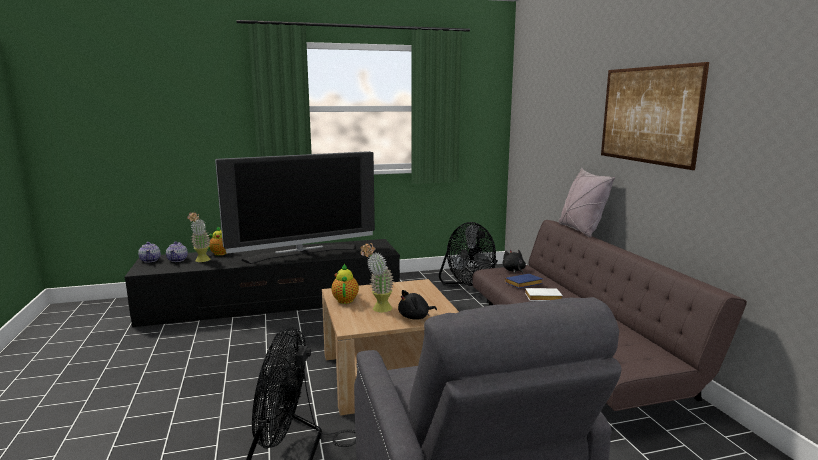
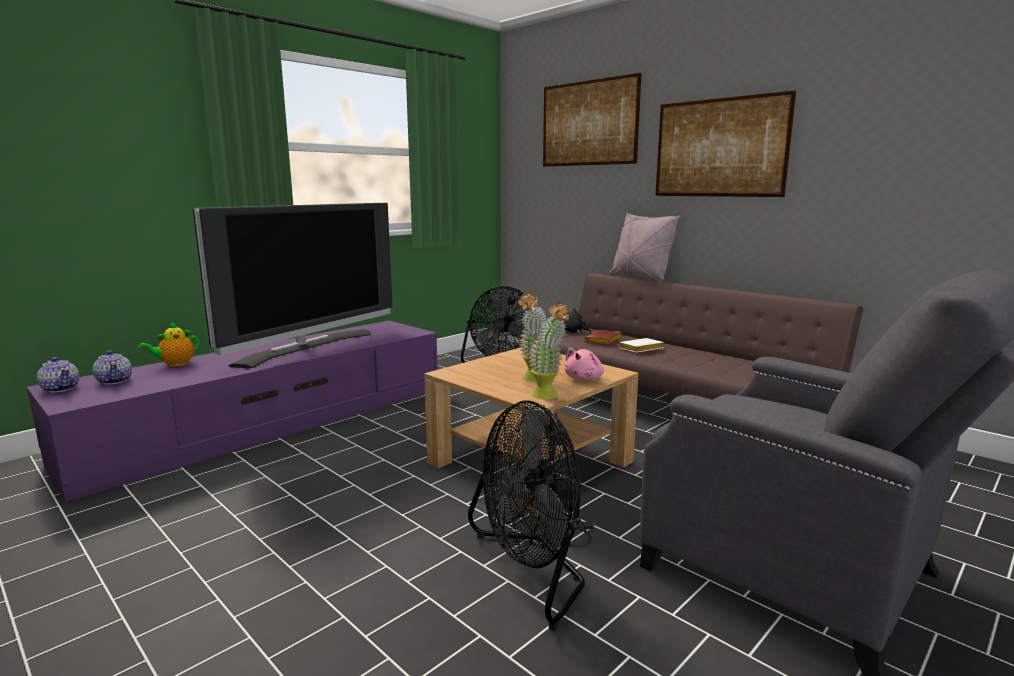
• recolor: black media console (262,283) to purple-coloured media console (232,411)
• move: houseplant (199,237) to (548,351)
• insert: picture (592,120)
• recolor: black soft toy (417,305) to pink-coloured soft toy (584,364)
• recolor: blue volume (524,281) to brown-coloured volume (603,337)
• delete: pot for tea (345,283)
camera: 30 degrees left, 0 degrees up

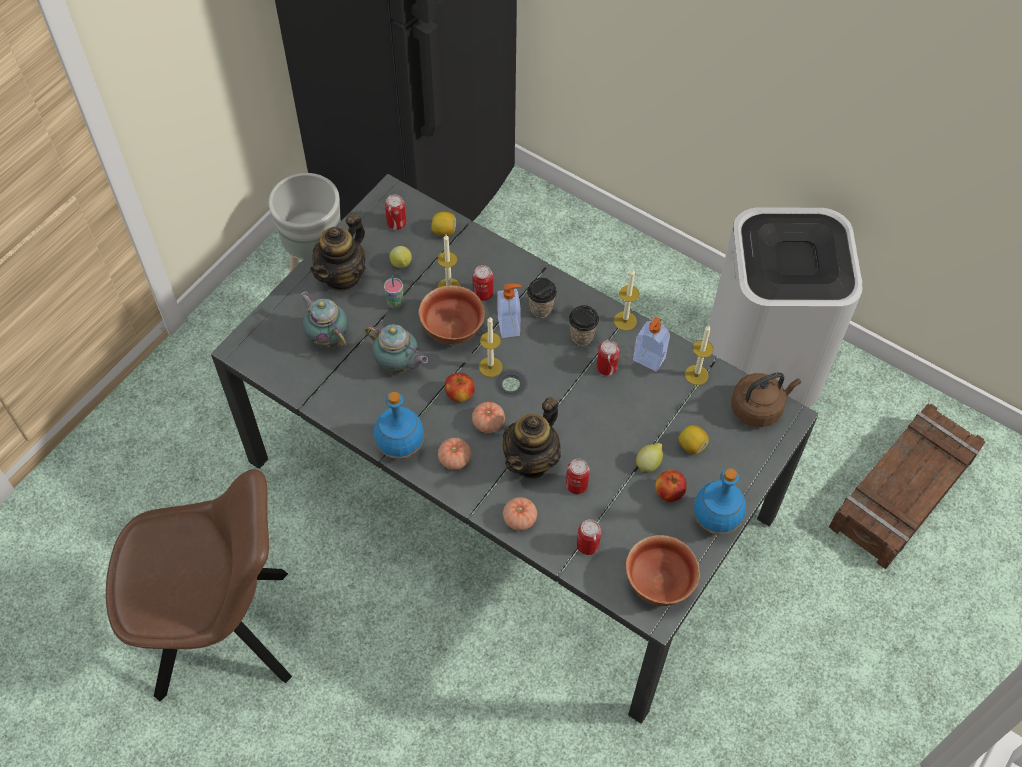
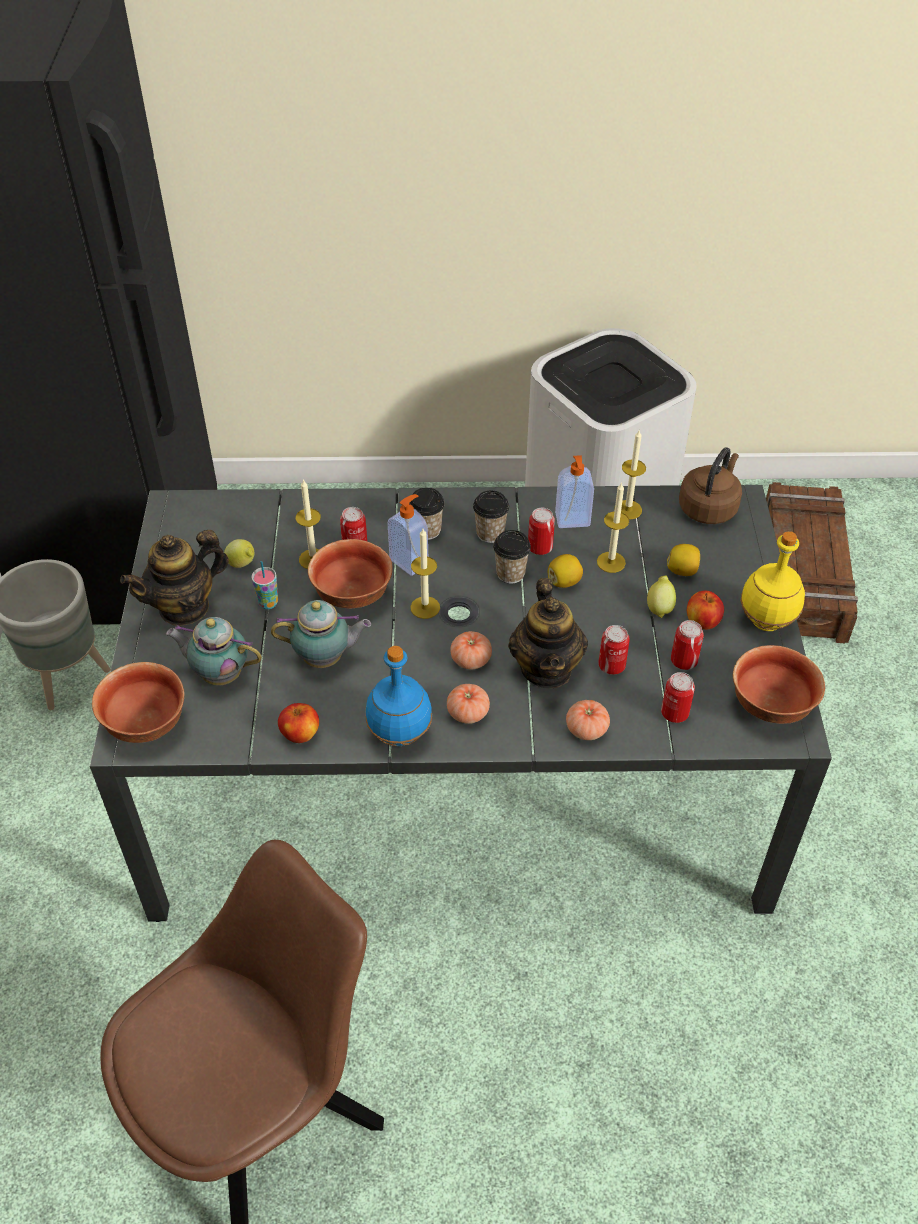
• insert: serving bowl (138,702)
• rotate: pot for tea (338,252) = (174,578) 60 degrees clockwise
• move: apple fruit (460,387) to (298,723)
• insert: drinking cup (512,557)
• move: whole lemon (443,224) to (565,571)
• move: candle (626,300) to (613,527)
• move: metal can (396,212) to (687,645)
• recolor: blue drink bottle (719,501) to yellowish drink bottle (772,581)
camera: 35 degrees left, 10 degrees down

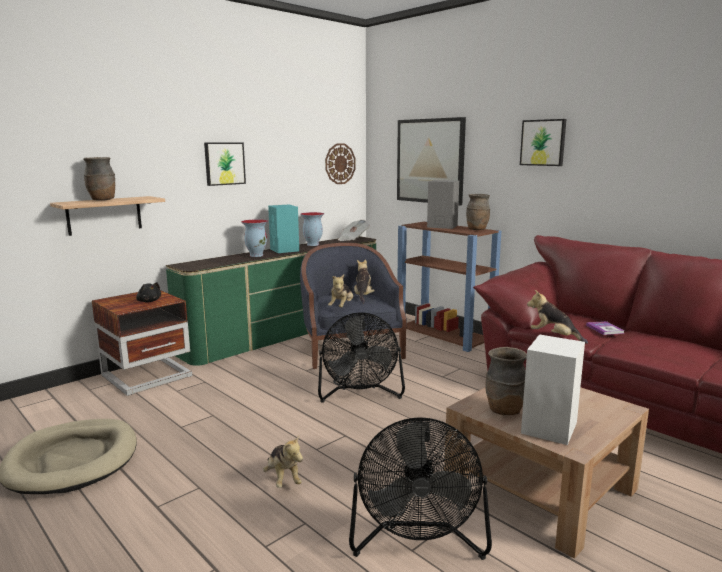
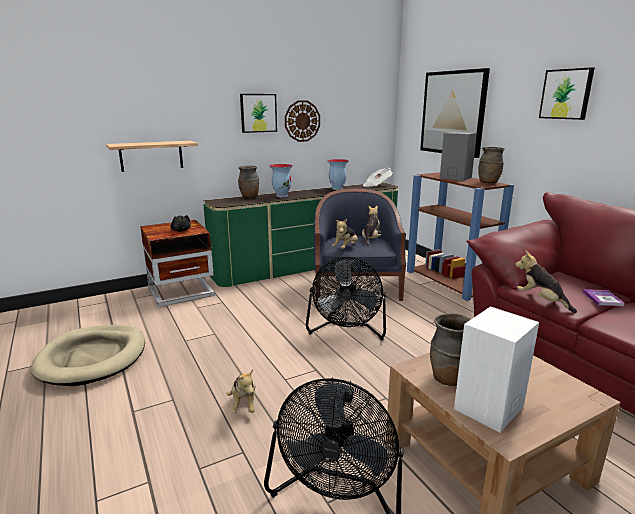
• move: brown-coloured vase (99,179) to (248,181)
• move: hanging clock (340,163) to (302,121)
• delete: turquoise loudspeaker (283,229)
camera: 15 degrees right, 5 degrees up

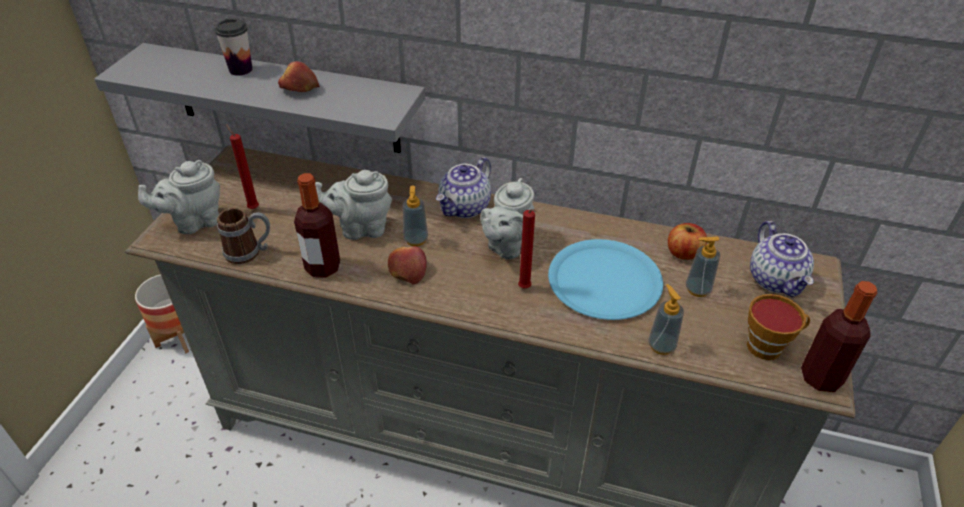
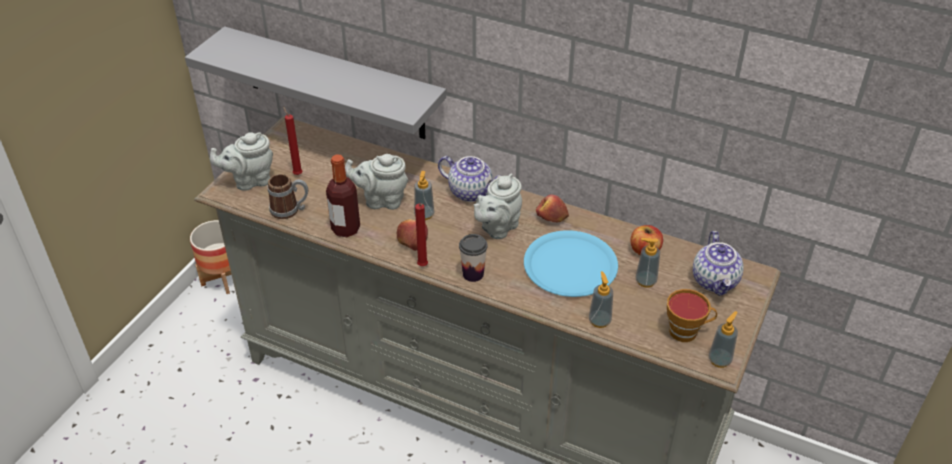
• move: red-coloured candle (527,248) to (421,234)
• rotate: pot for tea (463,187) = (469,179) 105 degrees counterclockwise
• move: drinking cup (233,47) to (473,258)
• move: apple fruit (299,76) to (552,208)
• replace: drink bottle (839,336) to soap bottle (723,339)
camera: 10 degrees right, 0 degrees up

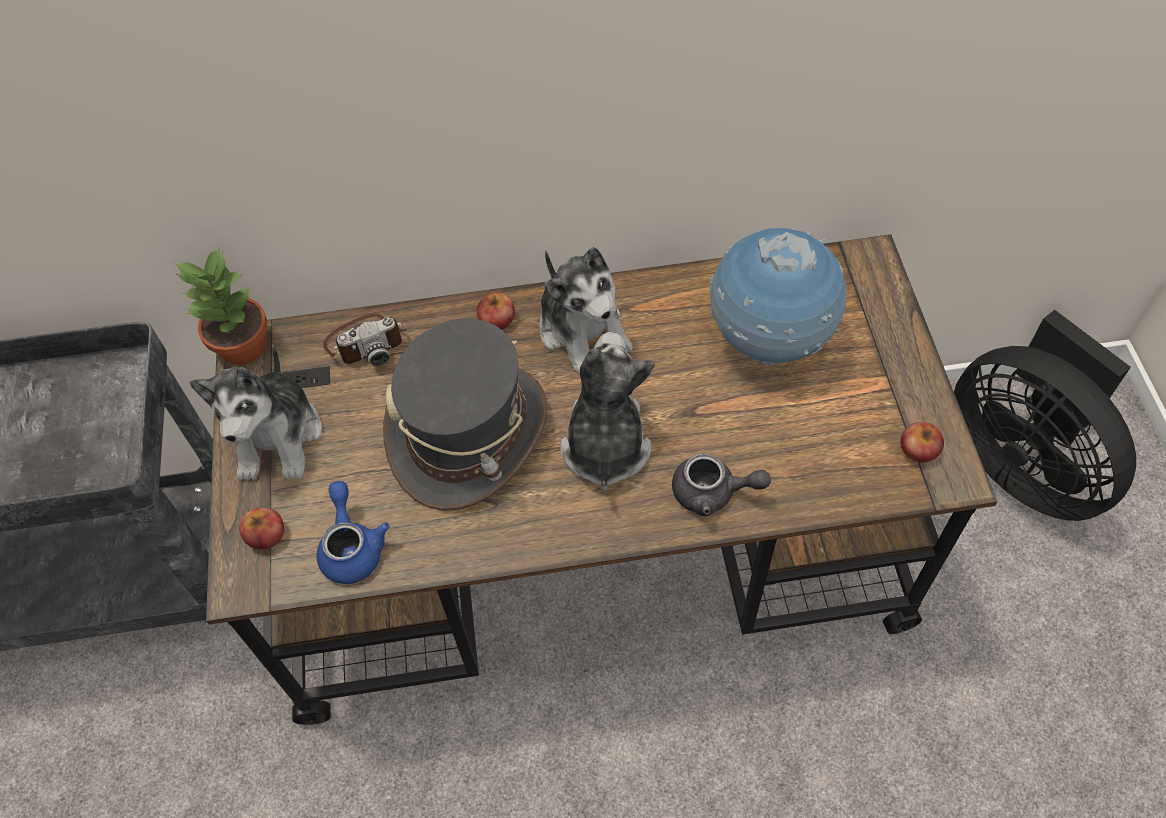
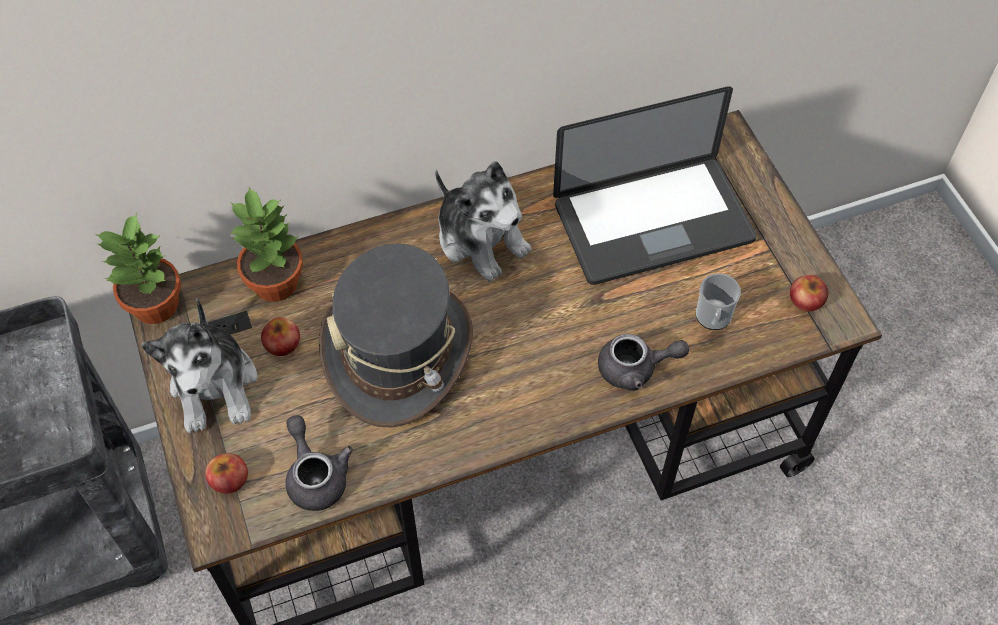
• replace: still camera (364,340) to houseplant (266,244)
• move: apple fruit (496,311) to (280,336)
• recolor: blue pot for tea (353,532) to gray pot for tea (319,463)
• replace: globe (777,297) to laptop (655,185)
• insert: tea mug (718,301)
• delete: soft toy (607,411)
• delete: black electric fan (1045,415)
camera: 15 degrees left, 0 degrees up

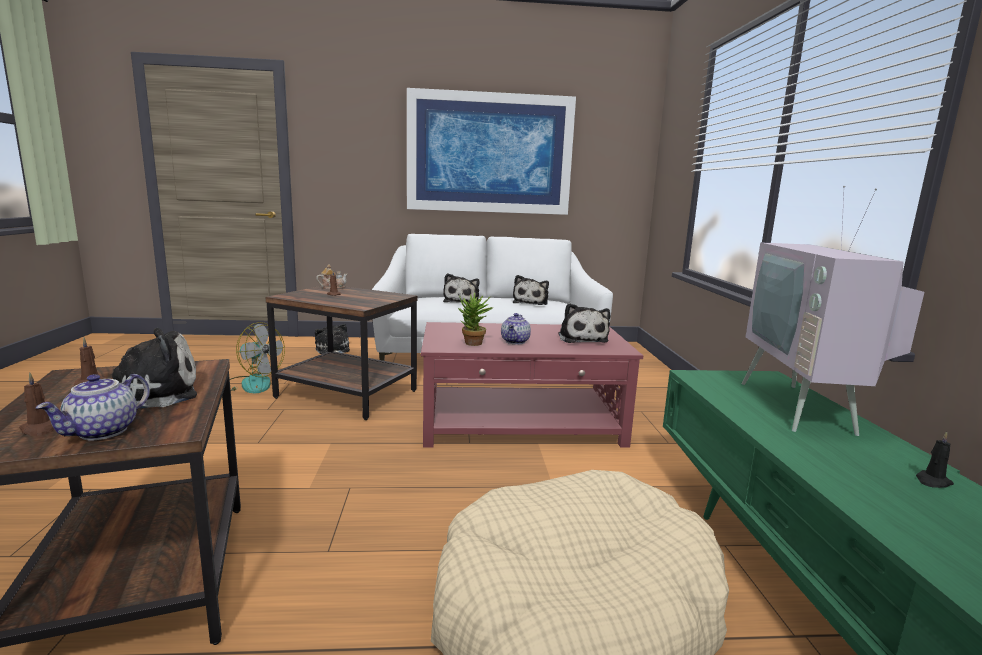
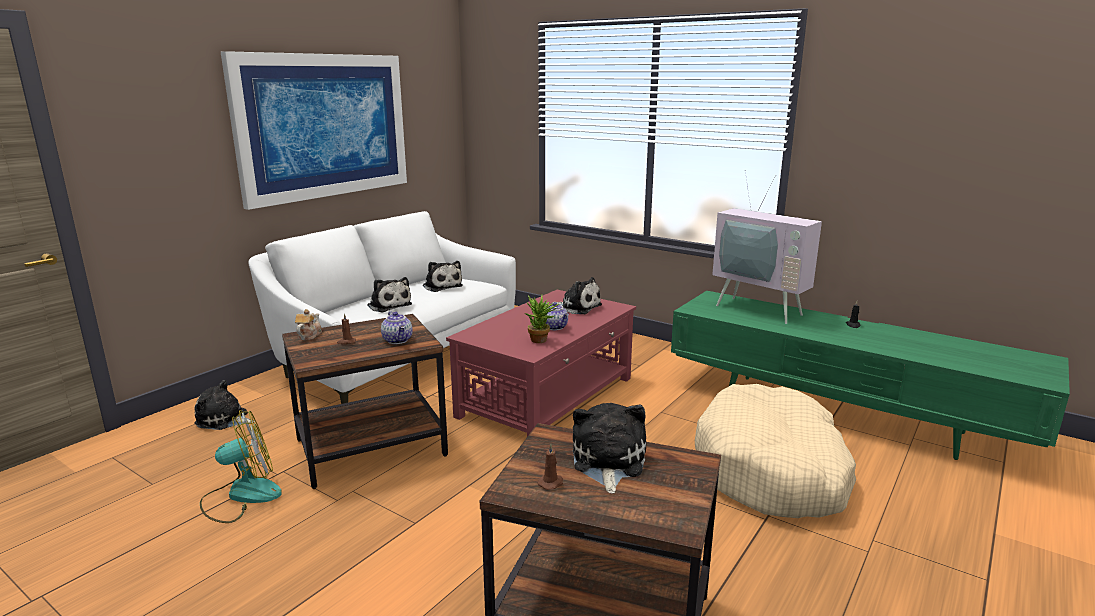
• move: pot for tea (92,407) to (397,327)
• delete: brown-coloured candle (36,404)
camera: 50 degrees left, 5 degrees up

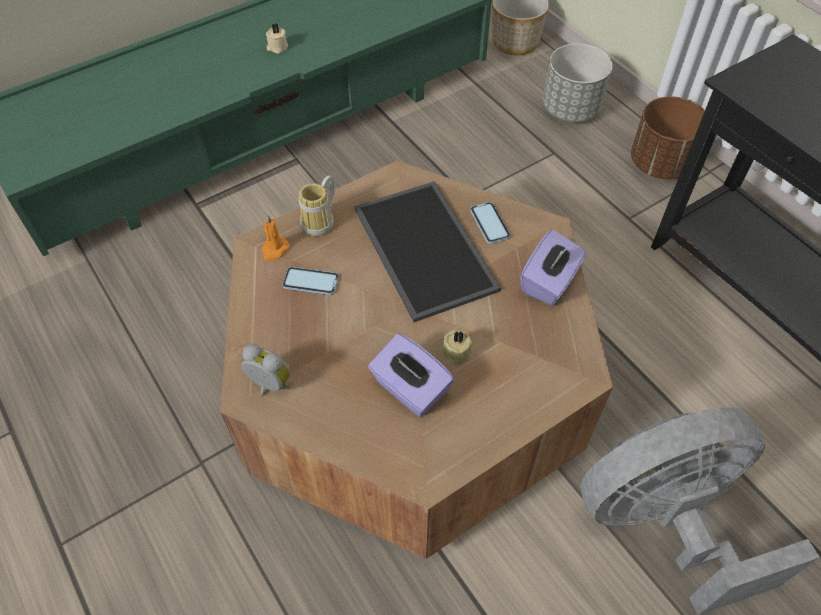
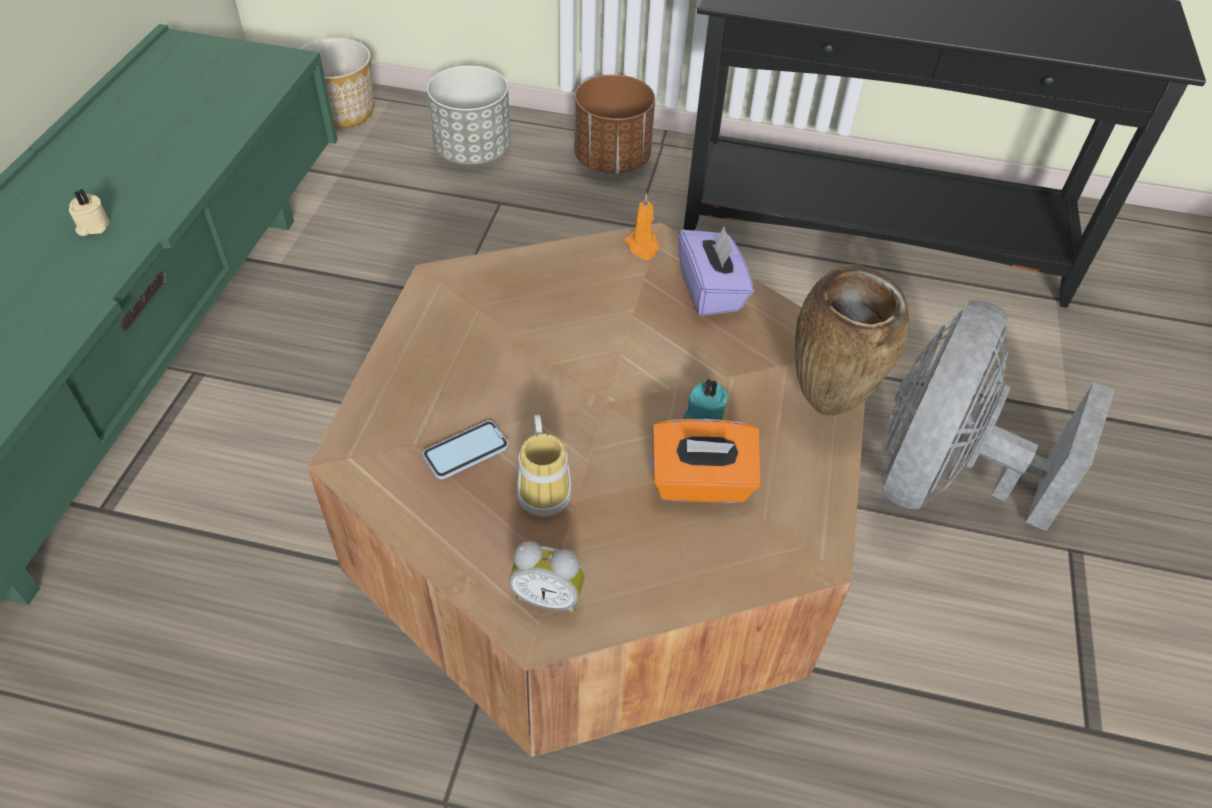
• rotate: bedside clock (265,370) = (547,577) 150 degrees counterclockwise
• move: tea mug (317,205) to (544,466)
• move: orange candle (275,238) to (641,226)
• recolor: purple-coloured box of tissues (411,375) to orange box of tissues (706,461)
• recolor: beige-coloured candle (456,347) to turquoise candle (705,399)
• insert: brown-coloured vase (852,339)
• delete: serving tray (427,251)
• delete: phone (490,223)
camera: 45 degrees left, 5 degrees down

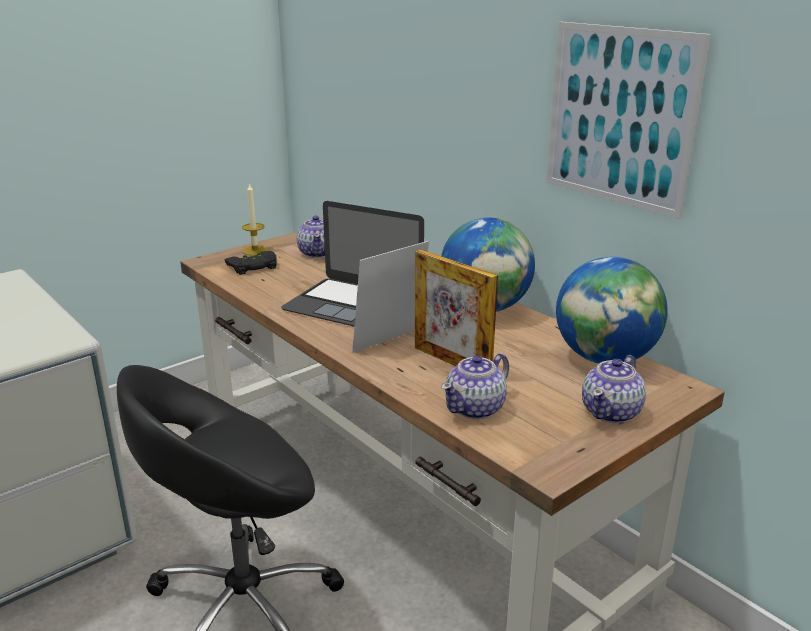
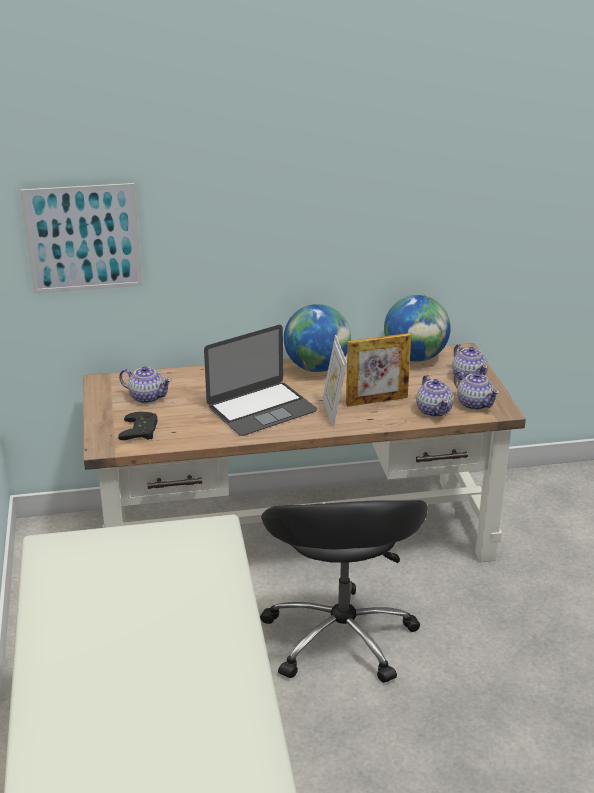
• move: picture (628,120) to (81,238)
• insert: pot for tea (477,390)
• delete: candle (255,219)
camera: 60 degrees left, 5 degrees up

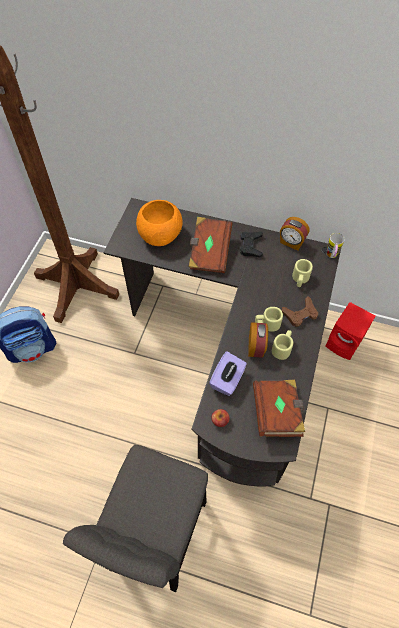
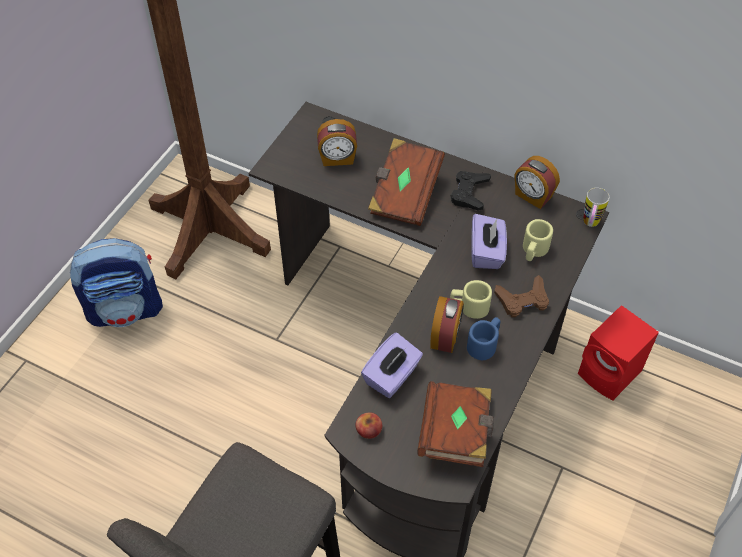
• replace: orange serving bowl (159,223) to bedside clock (337,142)
• recolor: beige-coloured tea mug (282,345) to blue tea mug (483,338)
• insert: purple-coloured box of tissues (489,241)
camera: 10 degrees right, 5 degrees down

